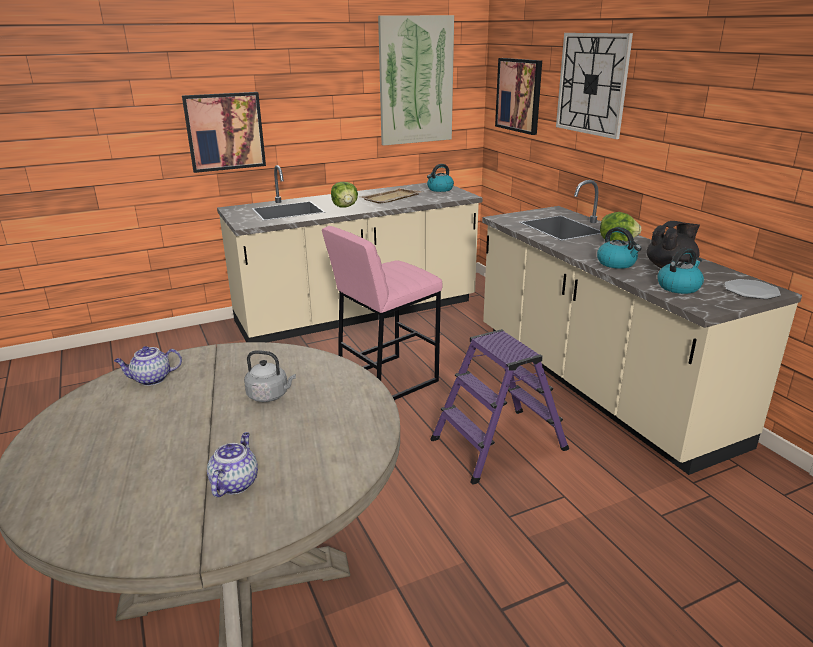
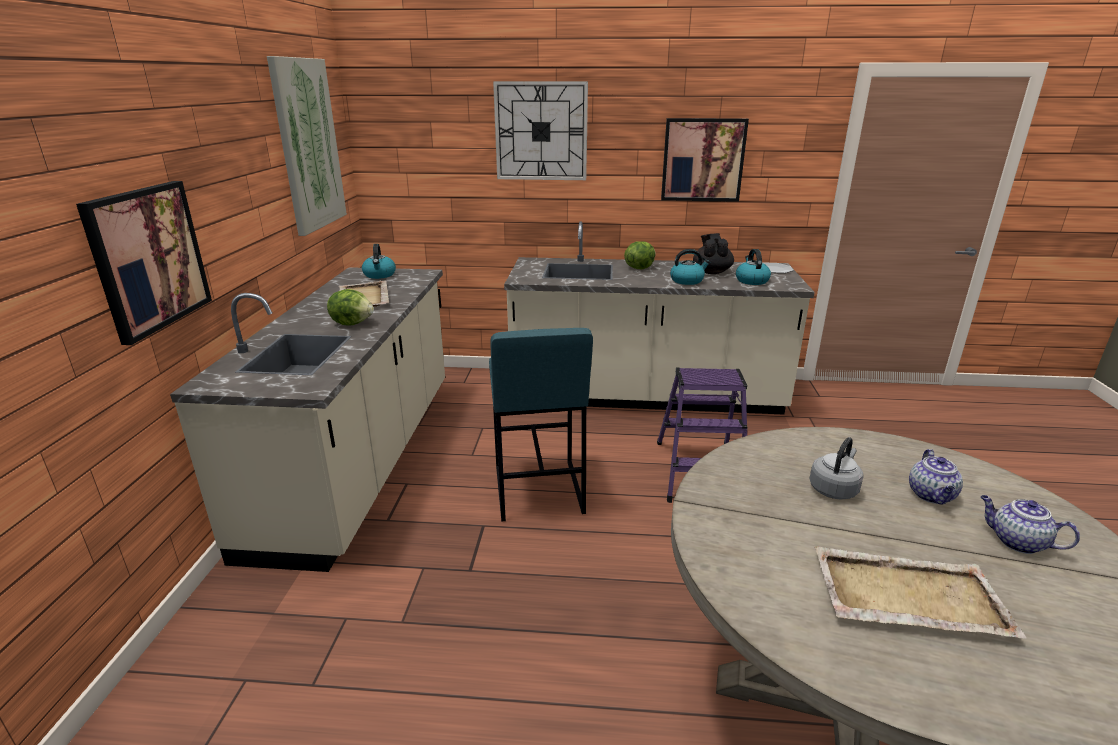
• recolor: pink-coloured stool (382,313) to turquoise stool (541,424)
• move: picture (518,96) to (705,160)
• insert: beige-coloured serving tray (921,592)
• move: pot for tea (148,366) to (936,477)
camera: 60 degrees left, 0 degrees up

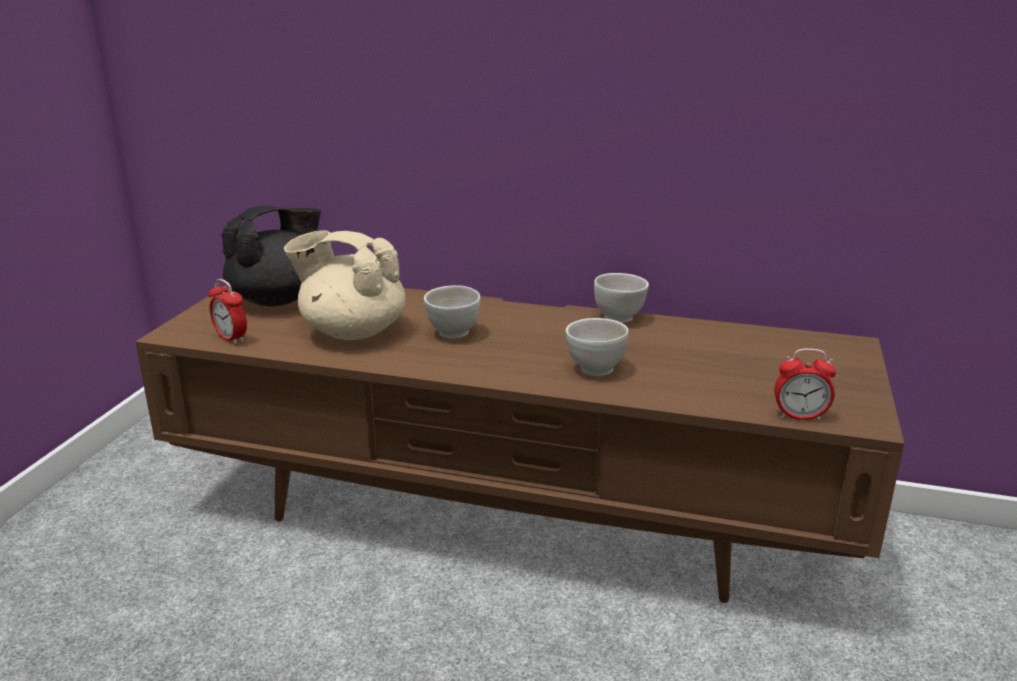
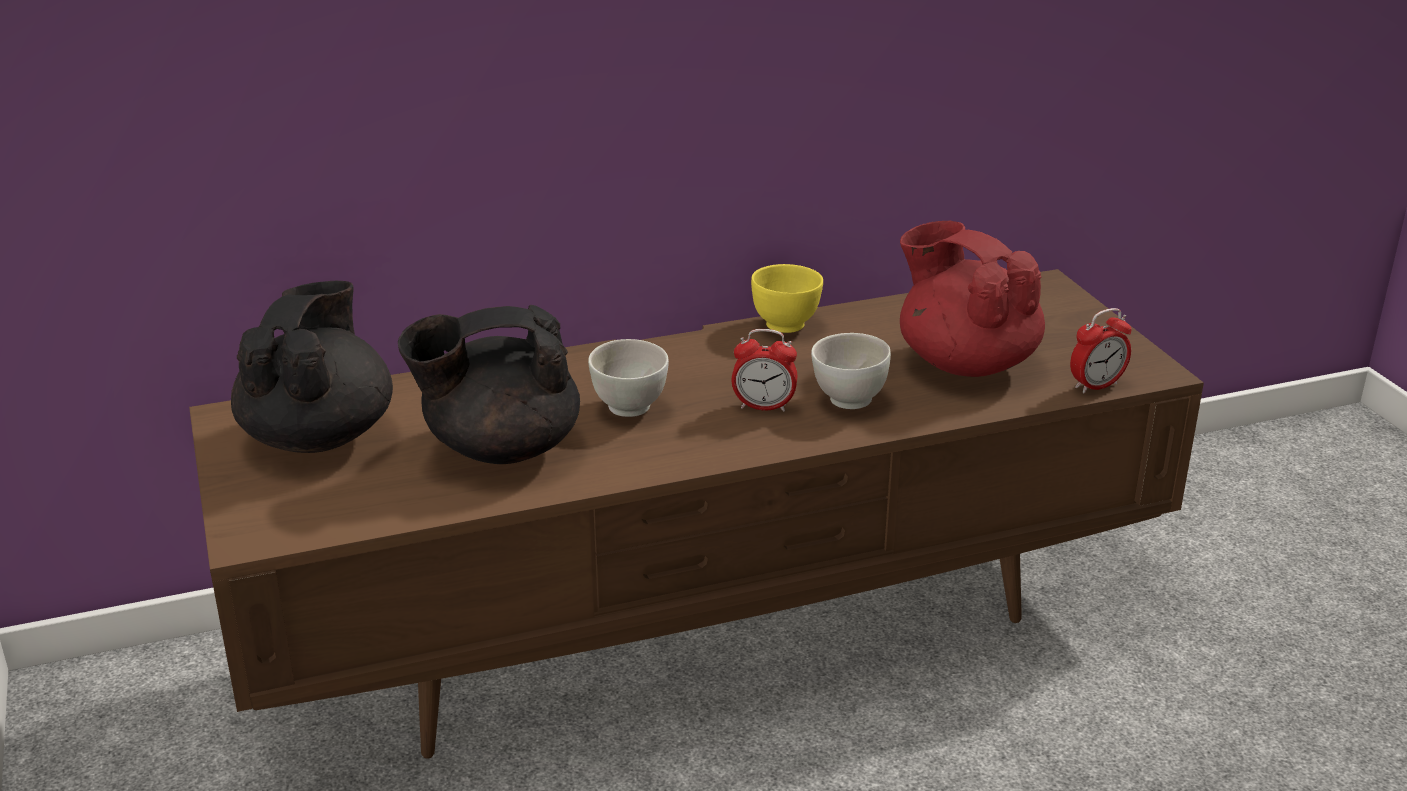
• recolor: beige-coloured pot for tea (345,285) to black pot for tea (489,384)
• move: bedside clock (227,312) to (764,370)
• recolor: white serving bowl (621,298) to yellowish serving bowl (787,298)
• insert: red-coloured pot for tea (972,299)
camera: 35 degrees left, 5 degrees up

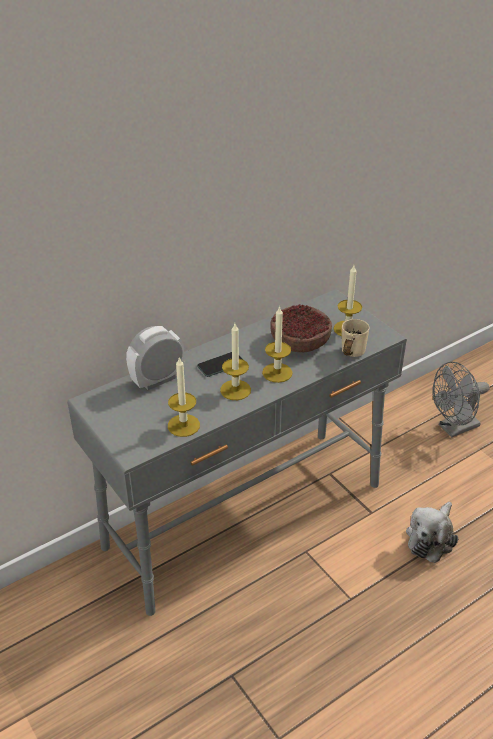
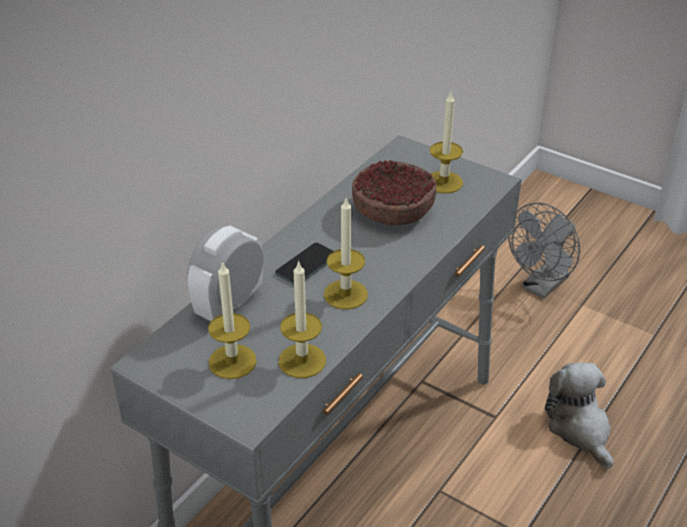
• move: candle (277,344) to (232,320)
• rotate: soft toy (432,532) = (579,415) 150 degrees clockwise
• delete: beige-coloured tea mug (355,338)
camera: 20 degrees left, 0 degrees up

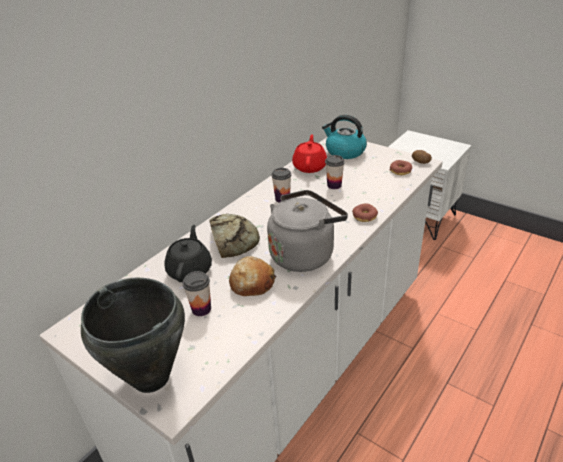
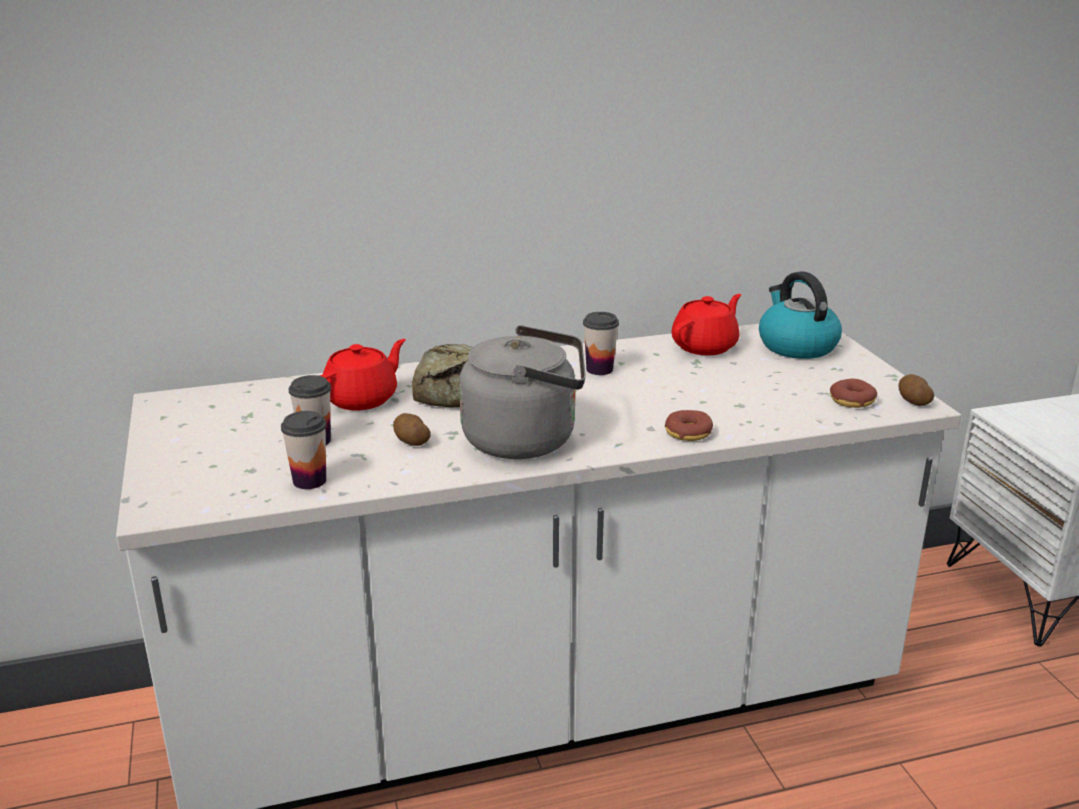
• move: drinking cup (335,172) to (304,450)
• recolor: black pot for tea (188,253) to red-coloured pot for tea (363,375)
• replace: bakery bread (252,276) to potato (412,429)
• delete: black stockpot (133,335)
camera: 35 degrees right, 10 degrees down

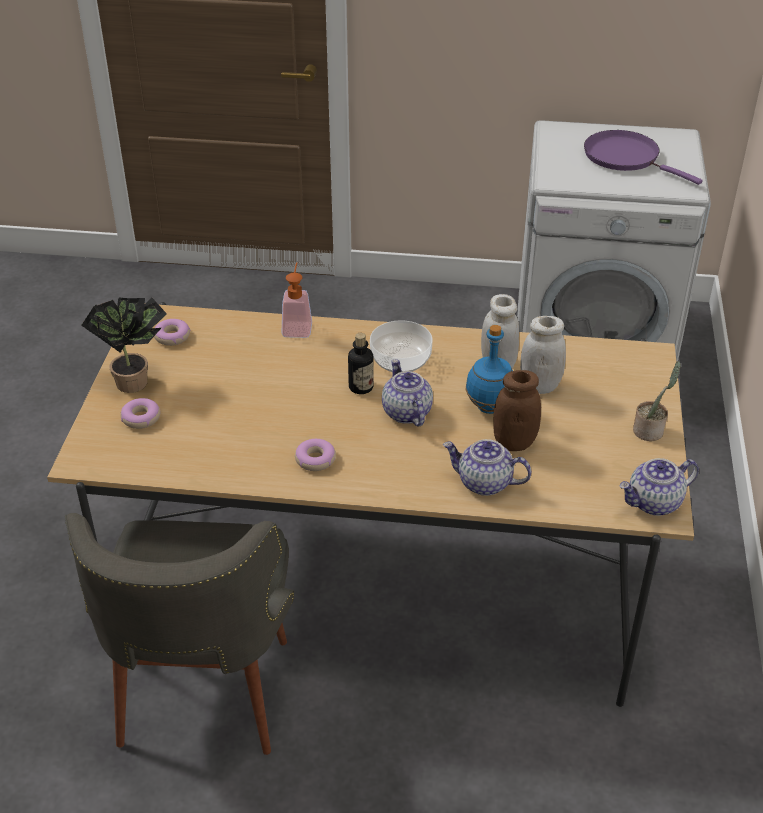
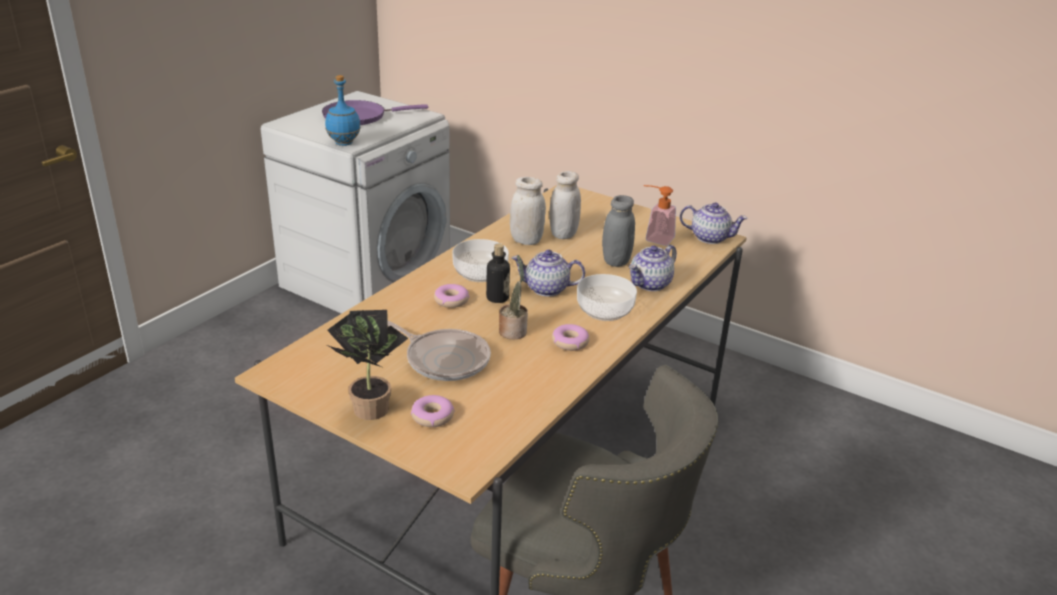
• move: blue drink bottle (489,369) to (343,110)
• insert: frying pan (439,351)
• move: donut (172,332) to (451,296)
• move: houseplant (657,401) to (513,297)
• insert: serving bowl (607,297)
• recolor: brown-coloured storage jar (517,410) to gray storage jar (618,231)
• move: soap bottle (297,300) to (660,215)
• rotate: pot for tea (659,487) = (713,223) 75 degrees counterclockwise
camera: 65 degrees left, 10 degrees down

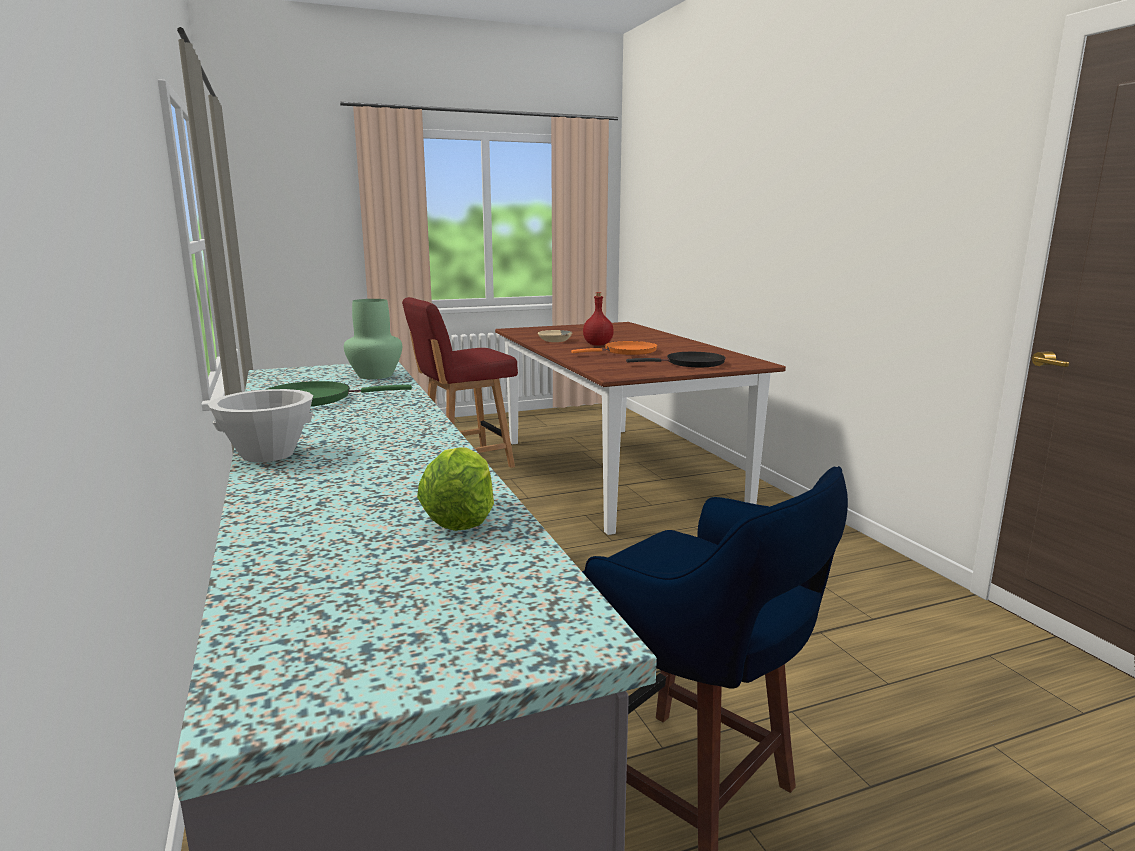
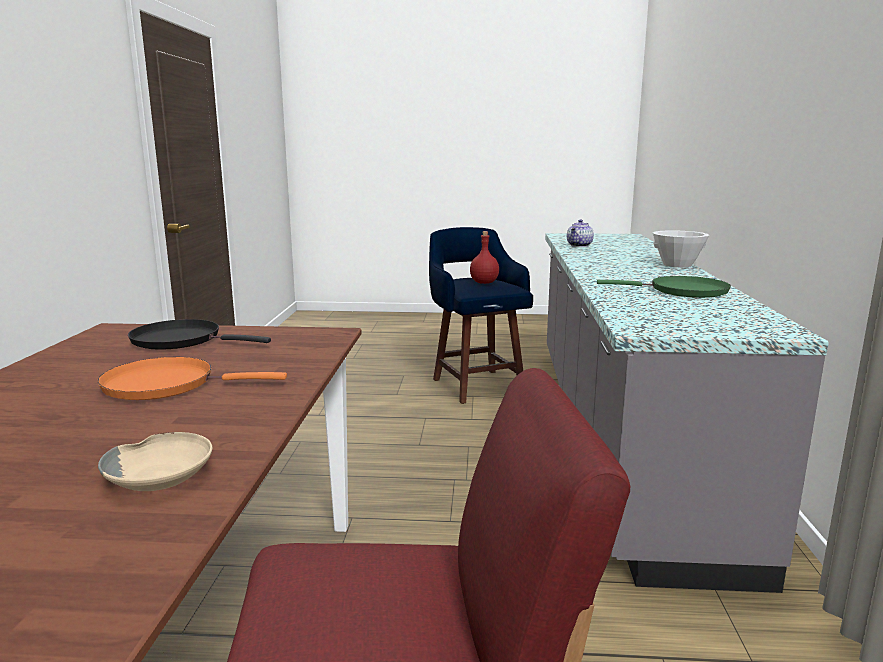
• move: red-coloured drink bottle (598,319) to (484,257)
• replace: lettuce (455,489) to pot for tea (580,233)
• delete: greenish vase (373,339)
camera: 155 degrees left, 0 degrees up

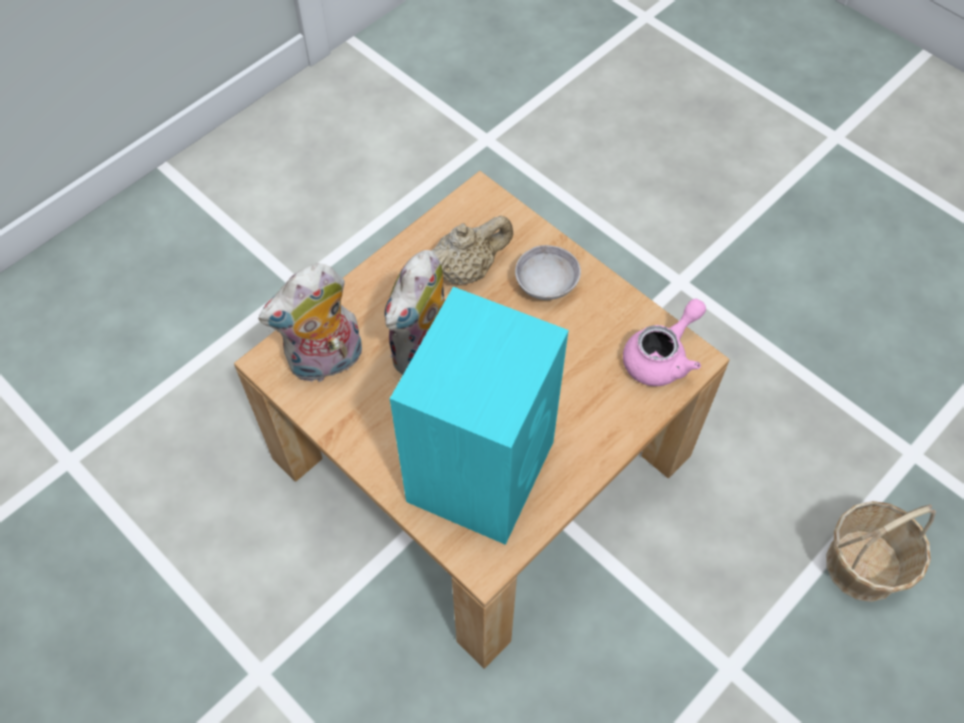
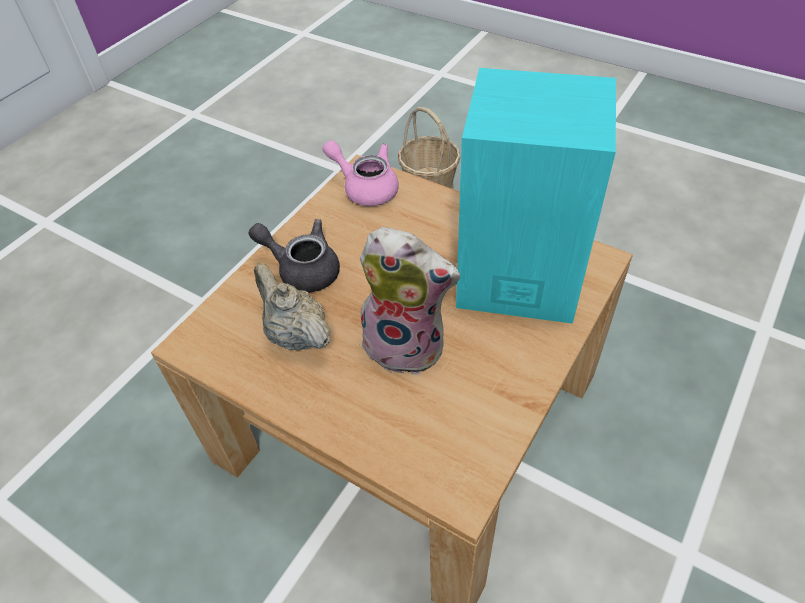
• replace: gray serving bowl (548,272) to gray pot for tea (294,256)
• delete: soft toy (310,323)
camera: 100 degrees left, 10 degrees down

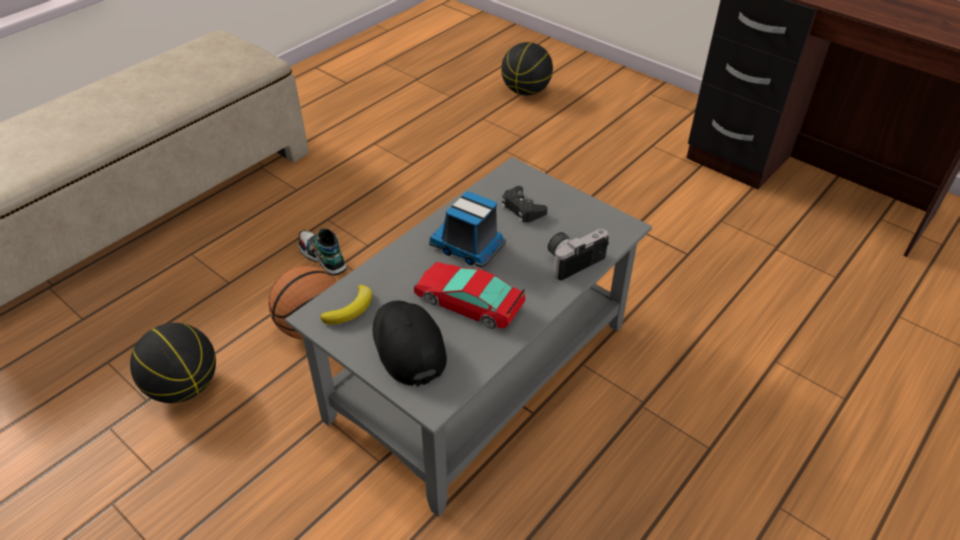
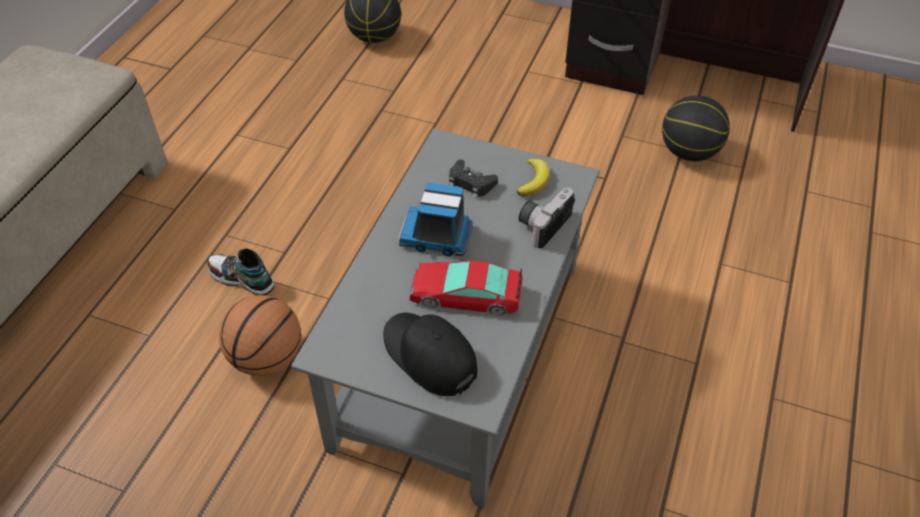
• move: banana (346,304) to (533,178)
• move: basketball ball (173,363) to (696,128)
camera: 20 degrees left, 5 degrees up

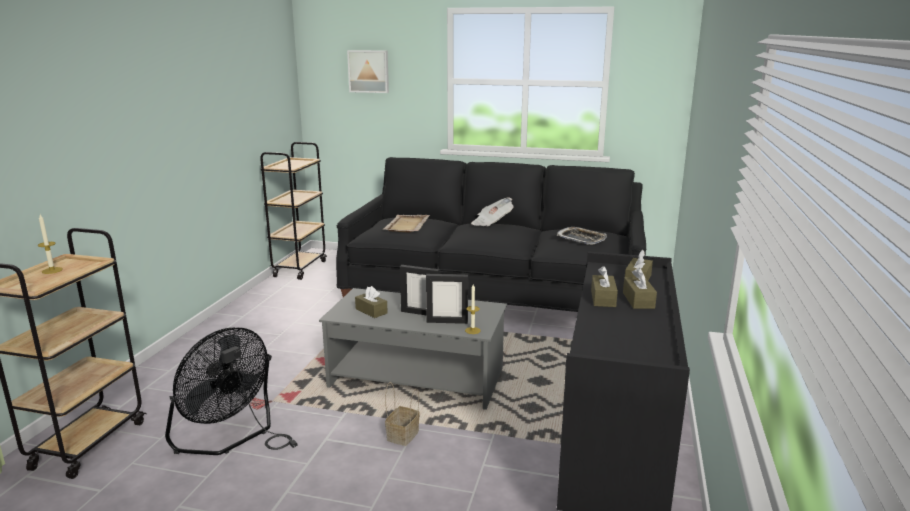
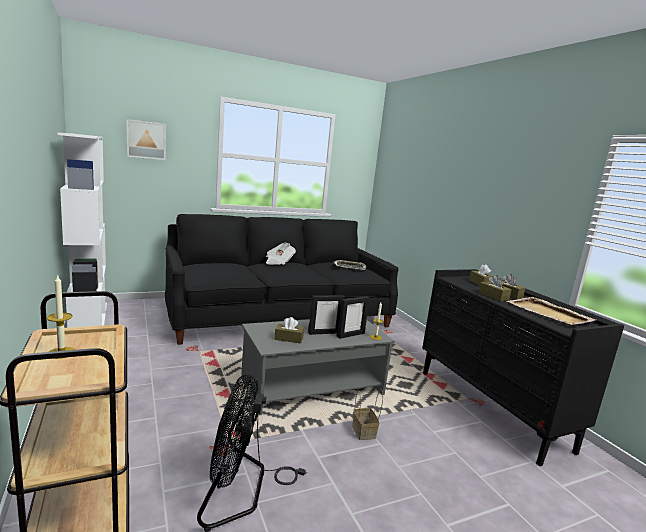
• replace: brown-coloured trolley (293,211) to white bookshelf (82,230)
• move: beige-coloured serving tray (406,223) to (551,311)
camera: 40 degrees left, 5 degrees down

